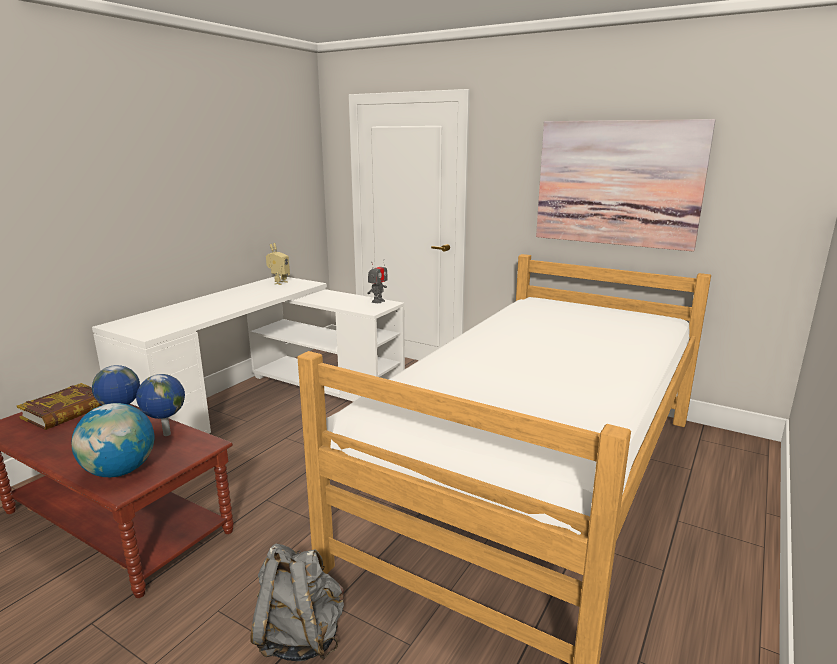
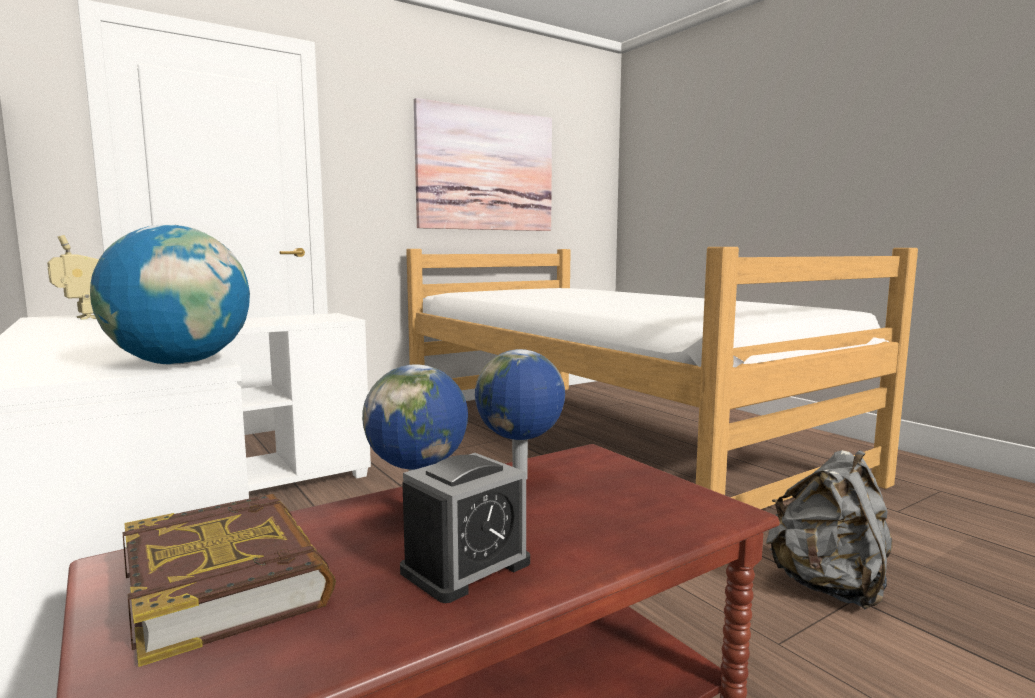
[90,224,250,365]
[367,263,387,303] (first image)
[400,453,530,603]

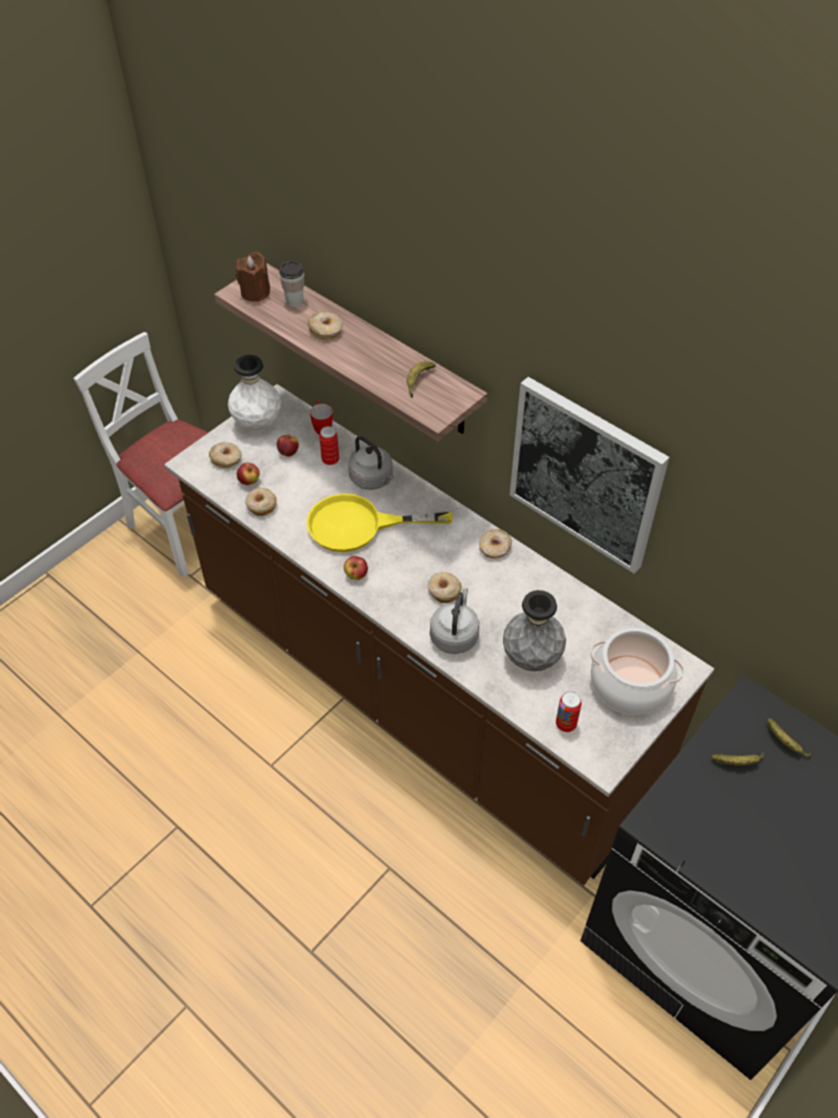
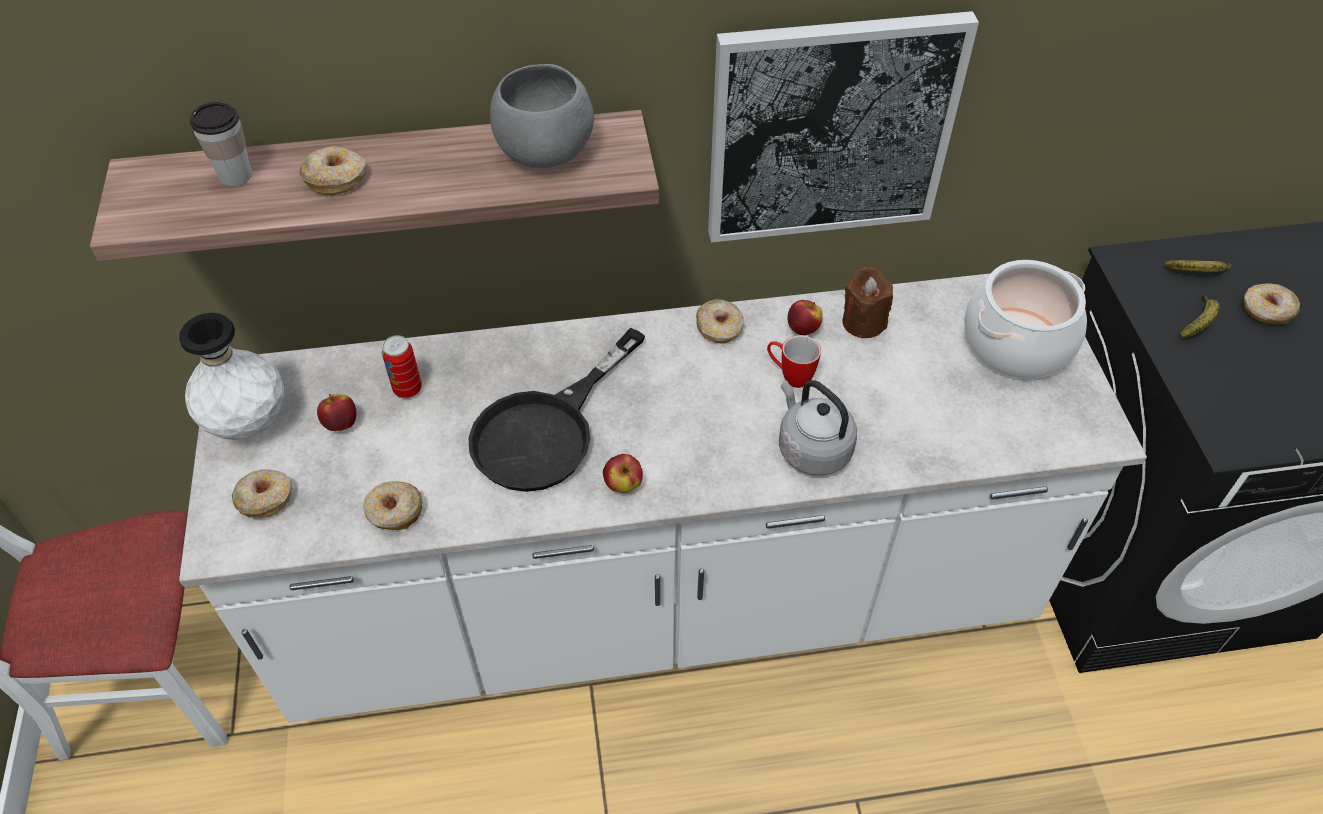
[179,273,1147,723]
[843,267,893,338]
[788,300,823,335]
[468,328,645,492]
[767,335,821,388]
[348,436,394,490] (first image)
[490,64,594,168]
[1244,283,1300,325]
[503,590,566,671] (first image)
[556,691,582,732] (first image)

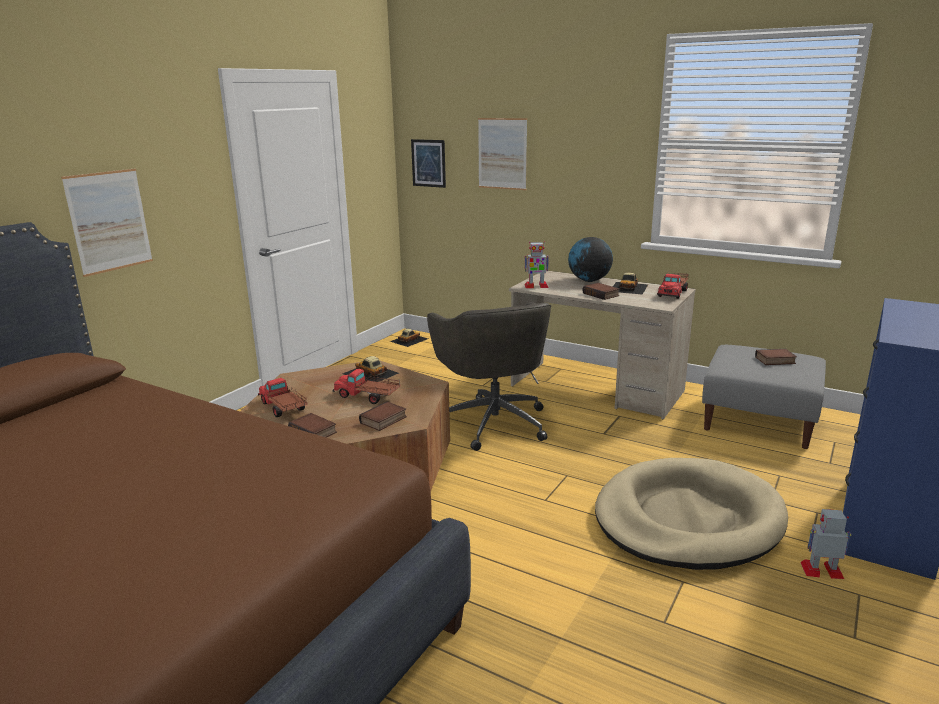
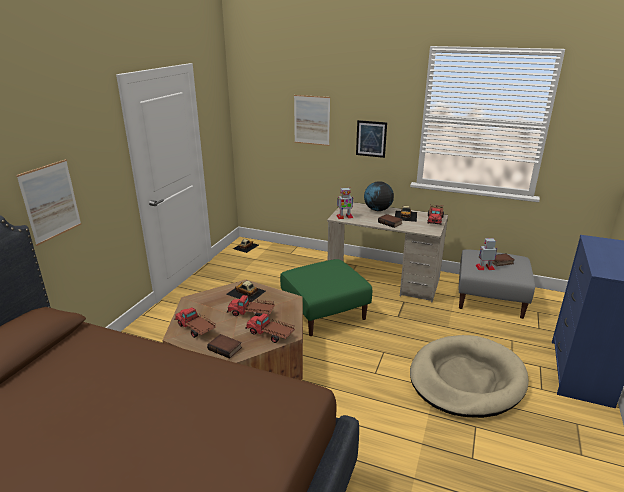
[245,313,295,343]
[356,120,387,158]
[280,259,372,336]
[475,238,498,270]

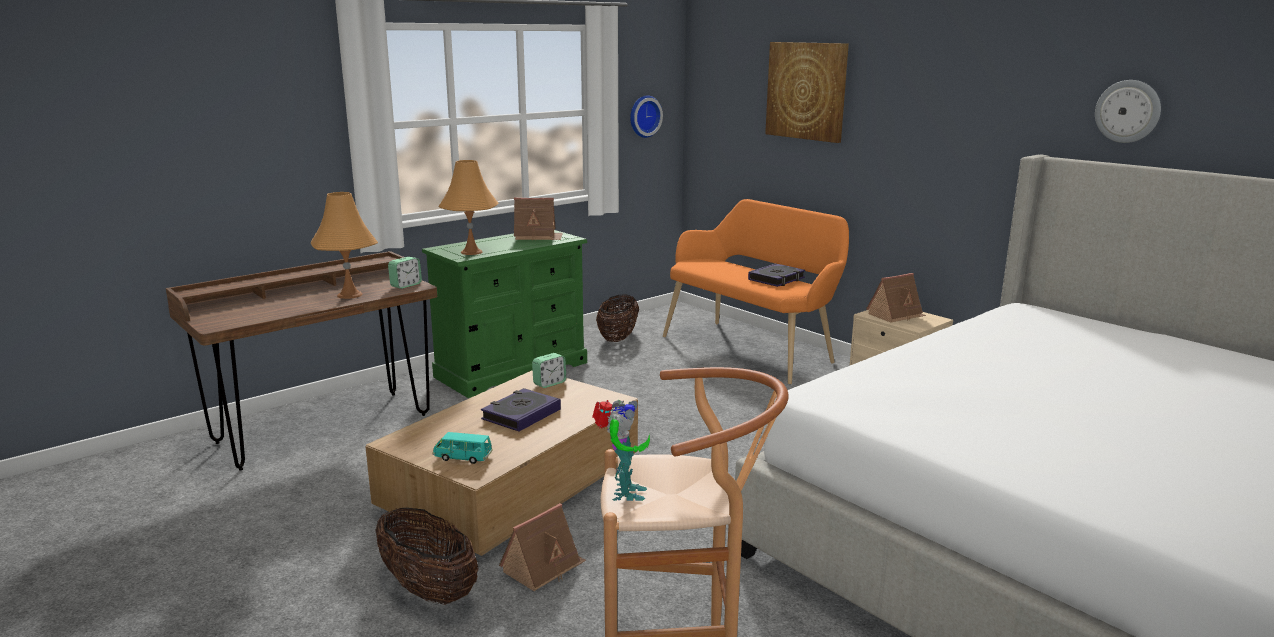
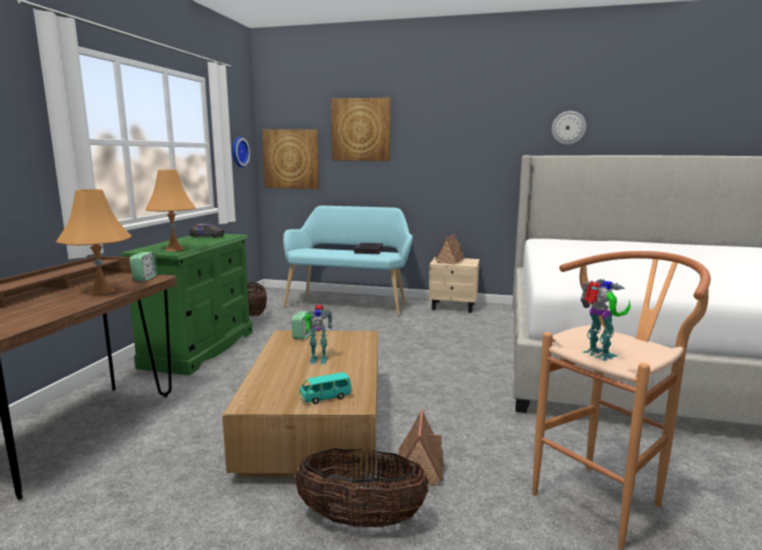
[304,304,332,364]
[189,224,224,238]
[283,206,413,317]
[262,129,319,189]

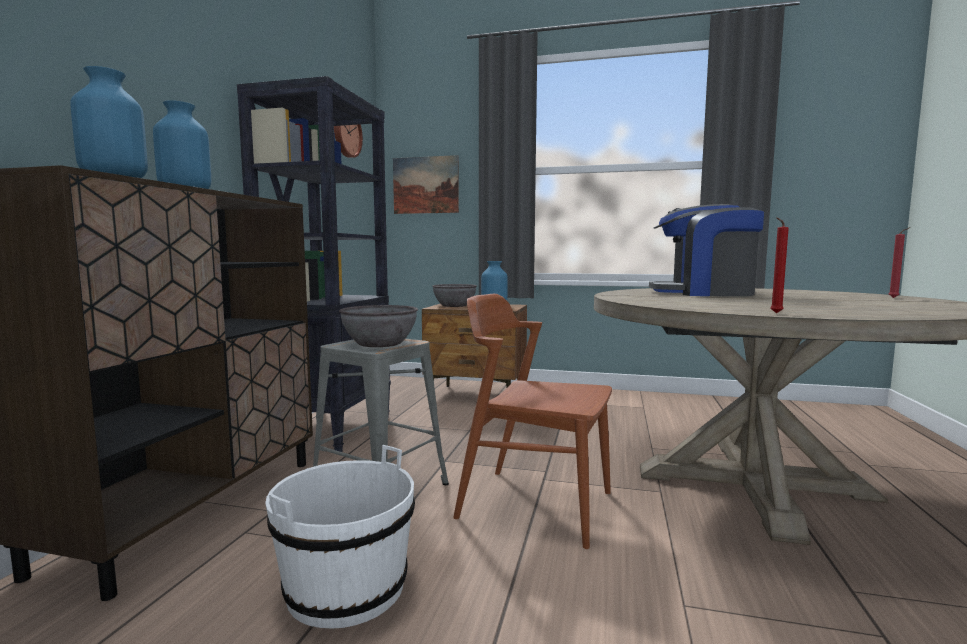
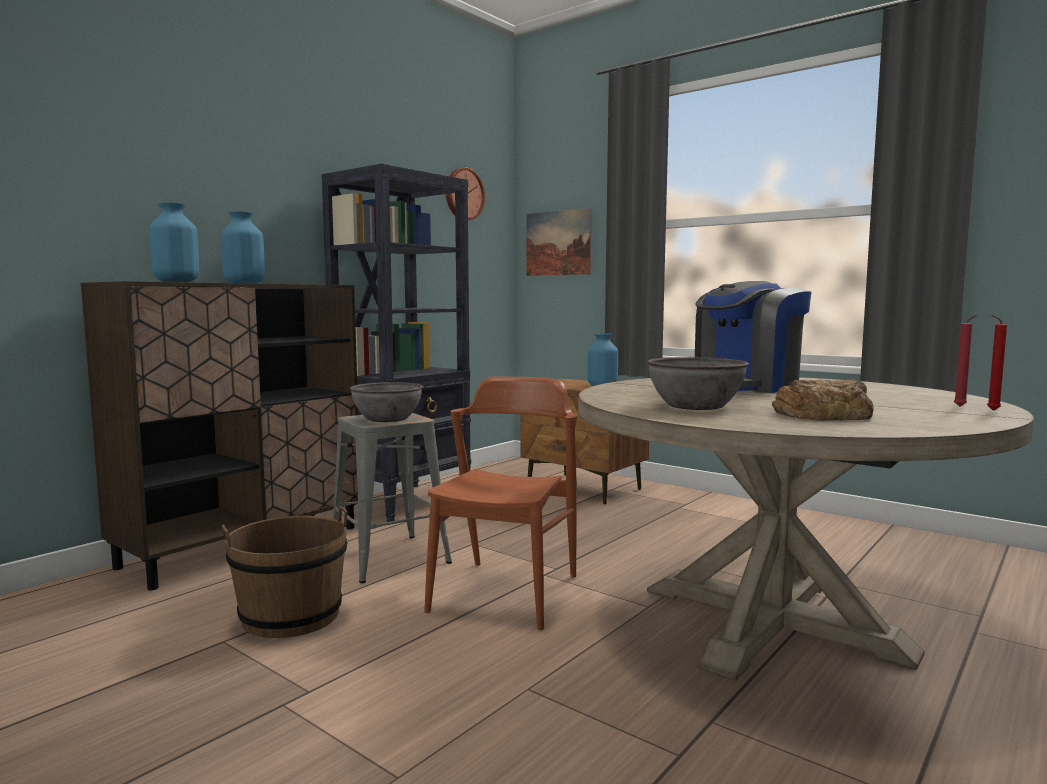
[222,506,348,638]
[647,357,749,410]
[424,376,577,630]
[695,281,811,393]
[987,315,1007,411]
[772,380,873,421]

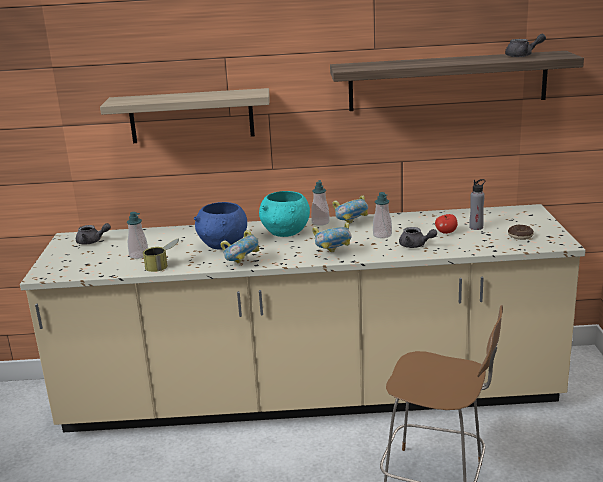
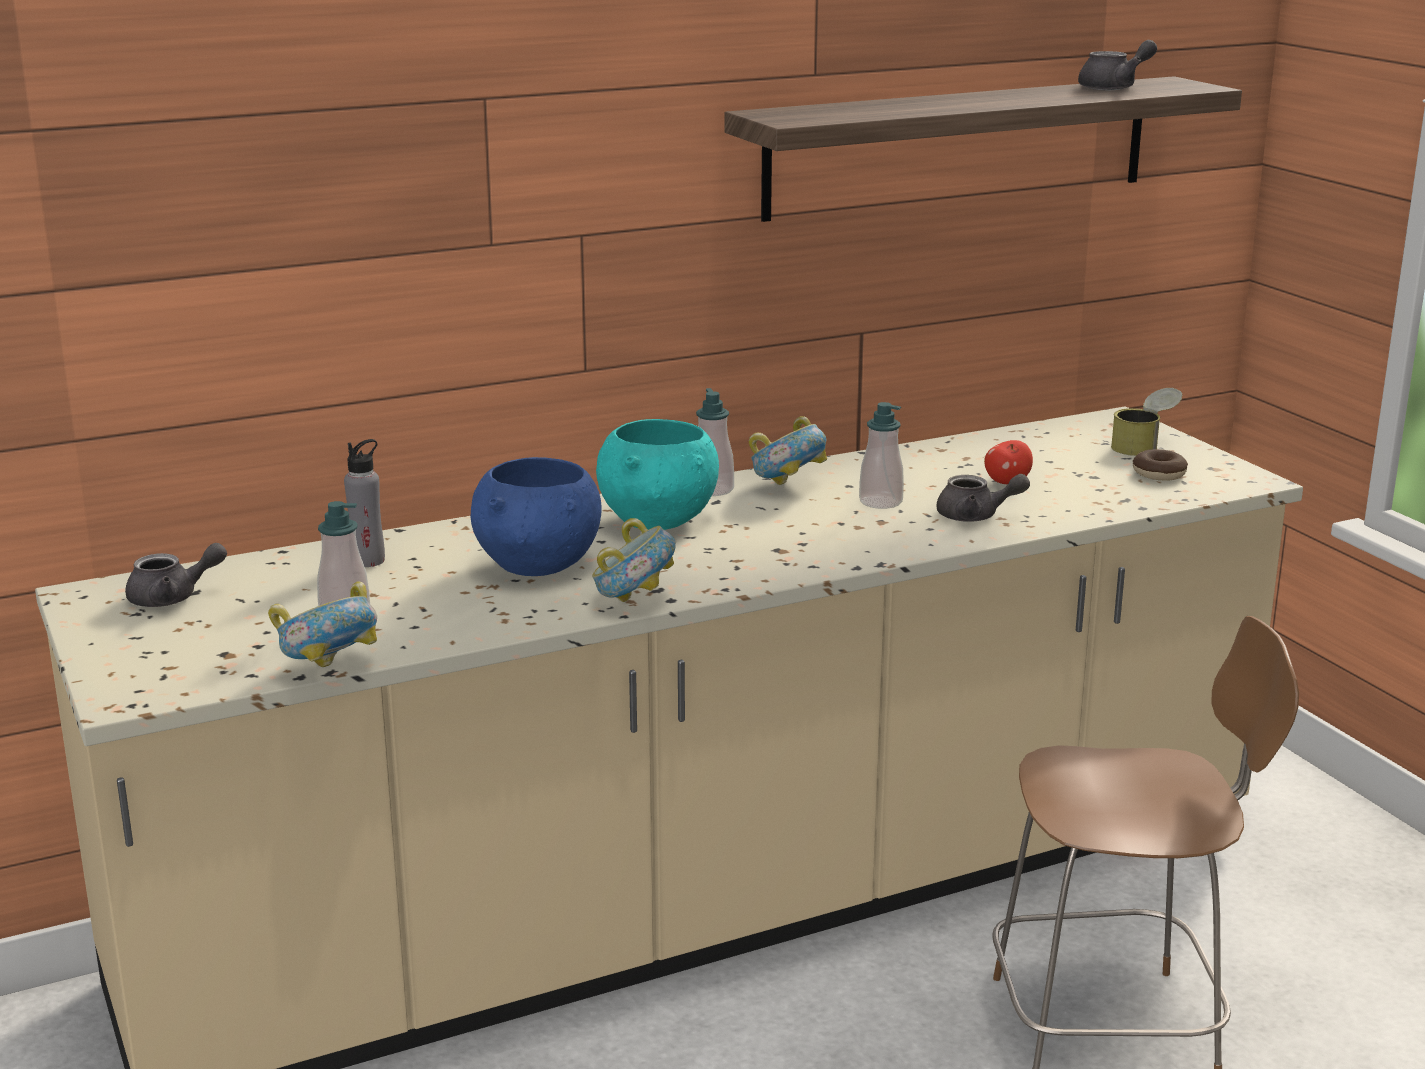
[100,88,270,143] (first image)
[1111,388,1182,456]
[268,582,377,667]
[344,439,385,567]

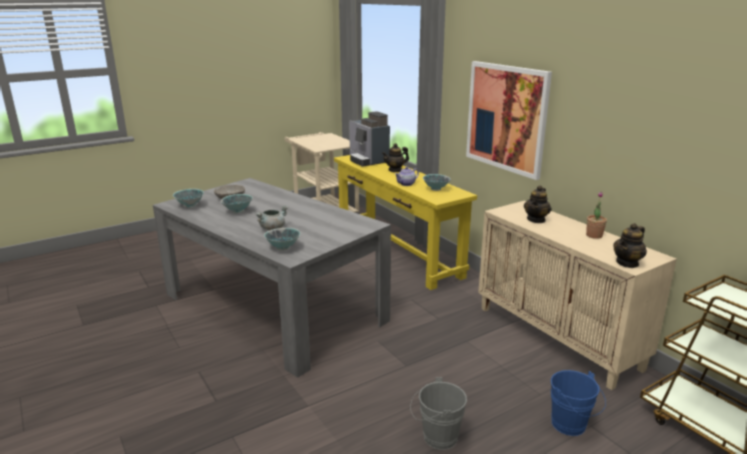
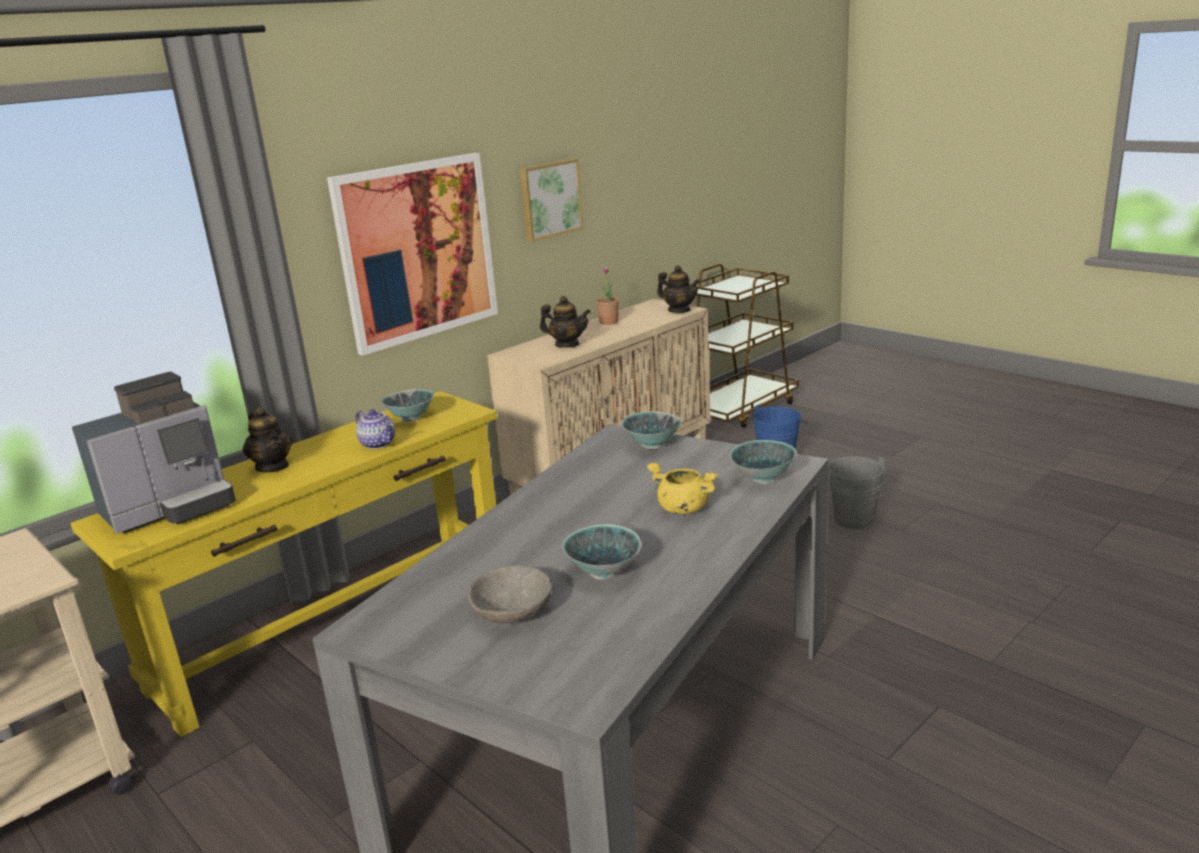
[621,411,682,449]
[647,462,718,515]
[520,159,584,242]

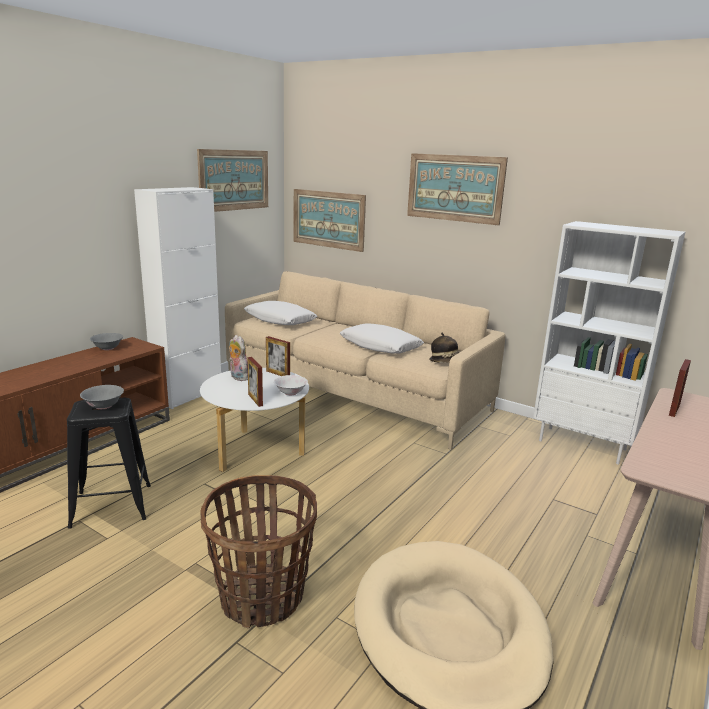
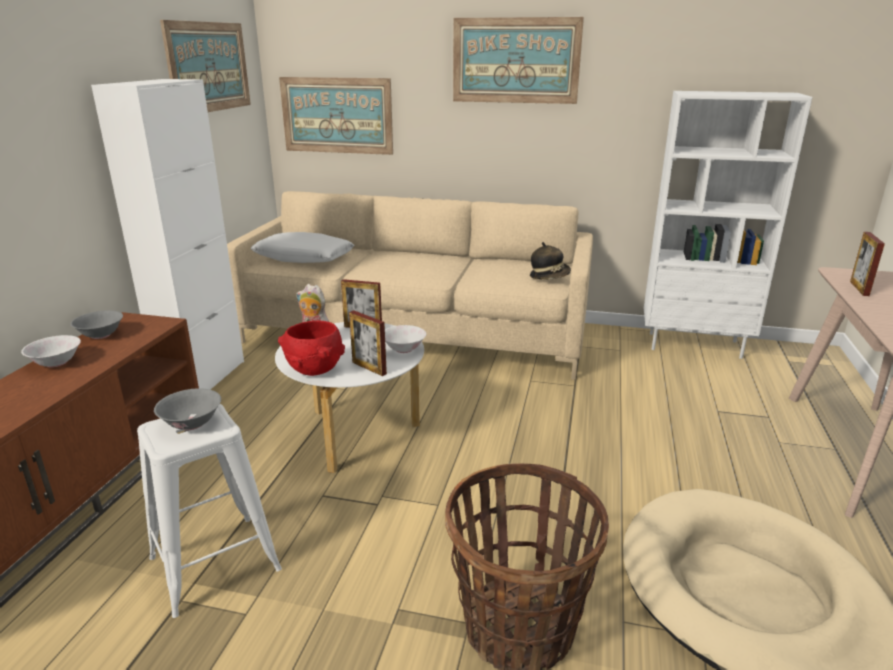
[137,404,282,618]
[340,324,424,354] (first image)
[21,335,81,367]
[278,321,345,376]

